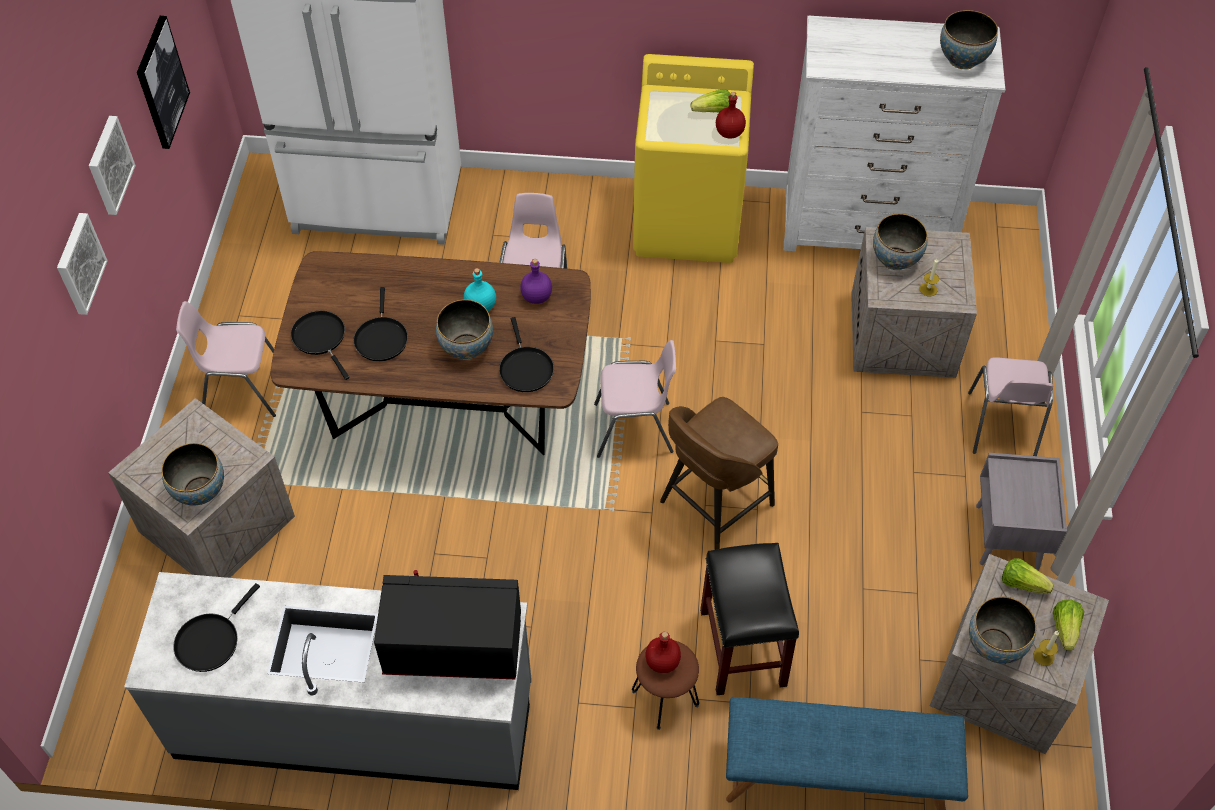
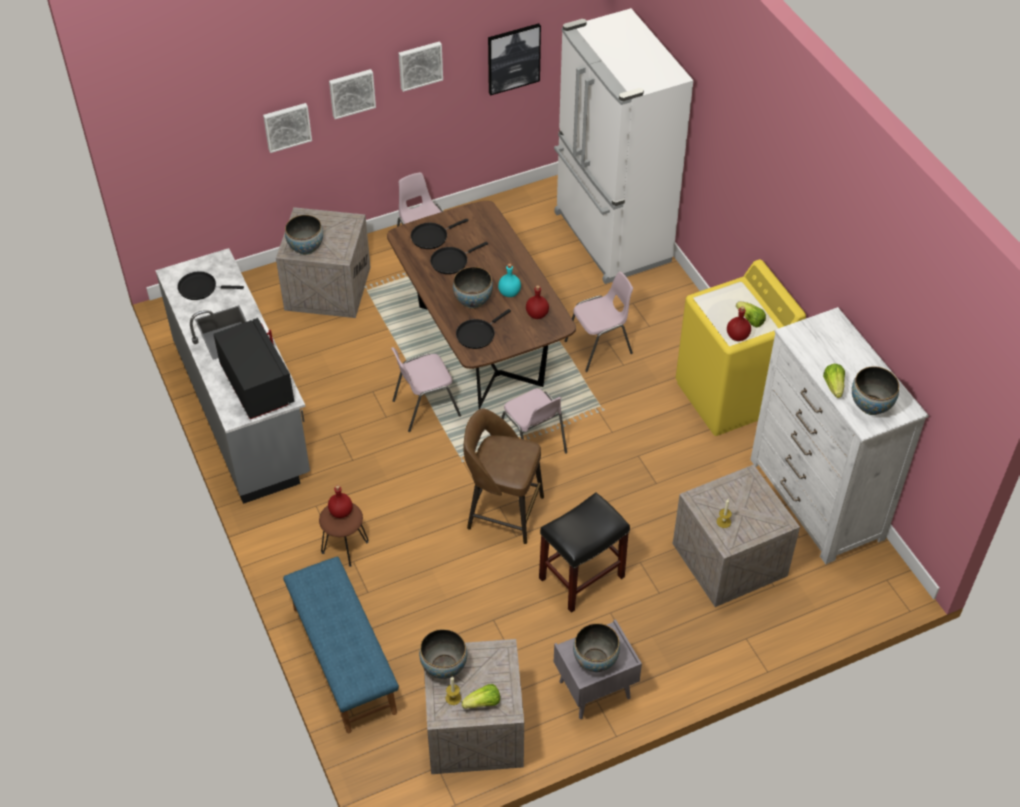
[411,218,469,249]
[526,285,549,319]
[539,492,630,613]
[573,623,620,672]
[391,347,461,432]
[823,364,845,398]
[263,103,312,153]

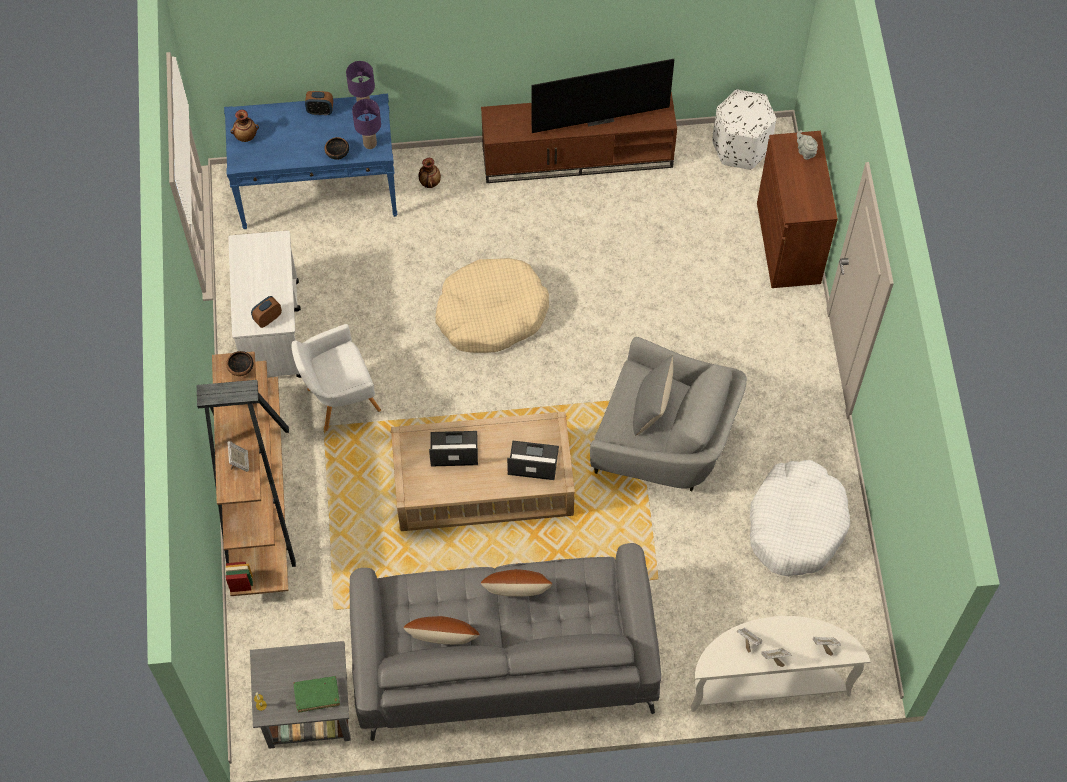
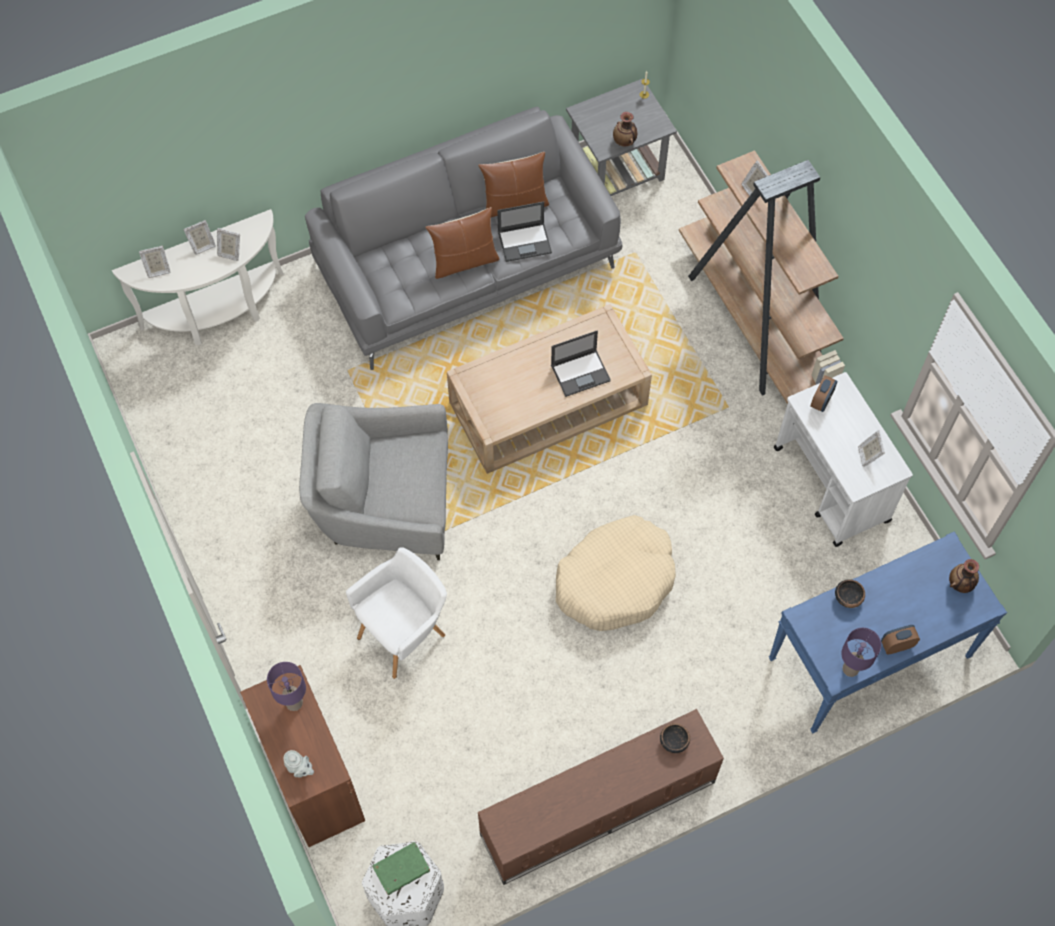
[660,723,690,753]
[346,547,447,679]
[372,842,430,895]
[267,662,306,711]
[613,112,637,146]
[497,201,552,262]
[532,59,674,133] (first image)
[633,355,673,436] (first image)
[750,460,850,576] (first image)
[858,430,885,467]

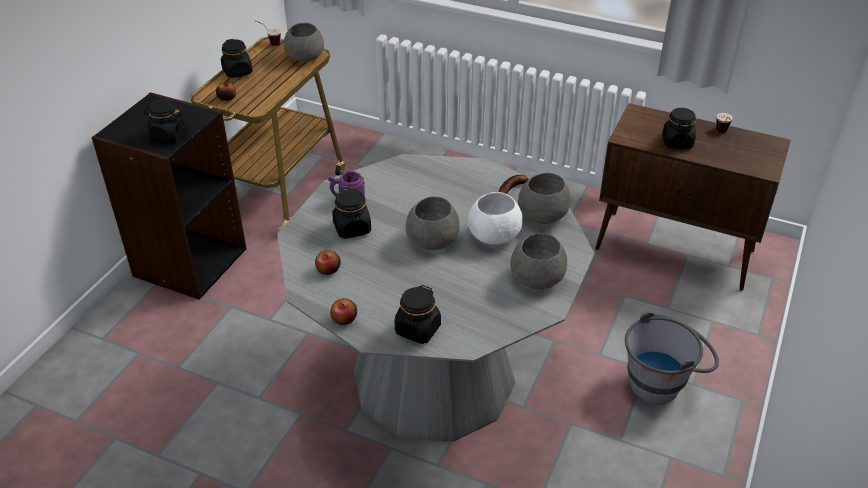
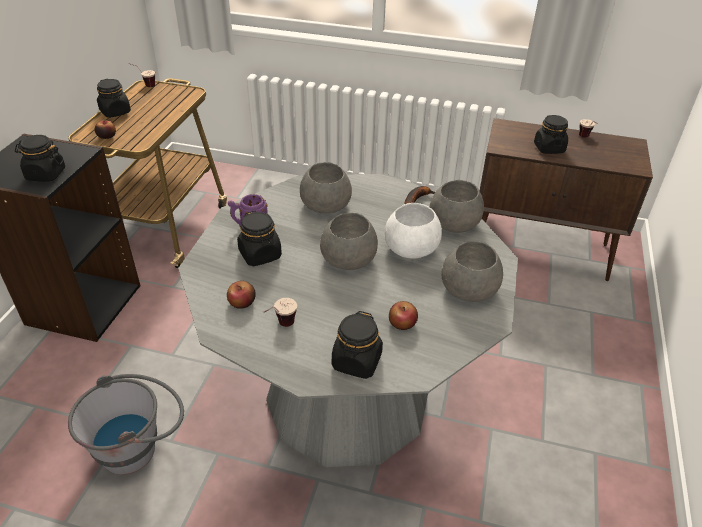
[300,162,352,213]
[389,301,418,330]
[68,374,184,475]
[263,298,297,327]

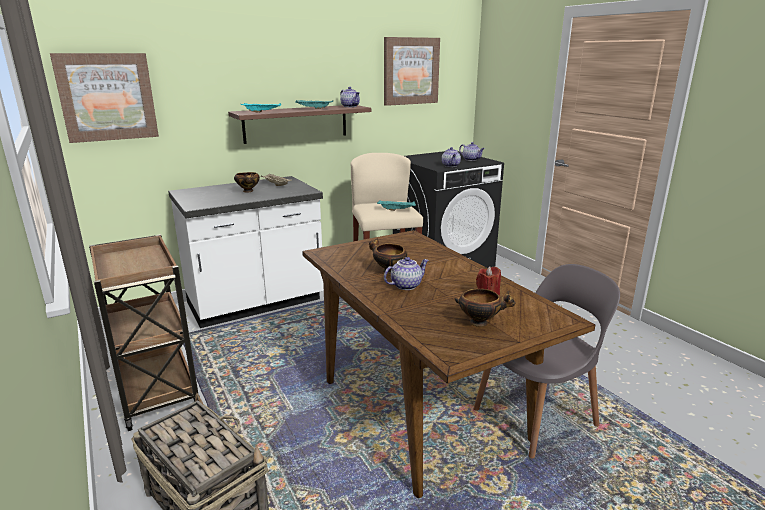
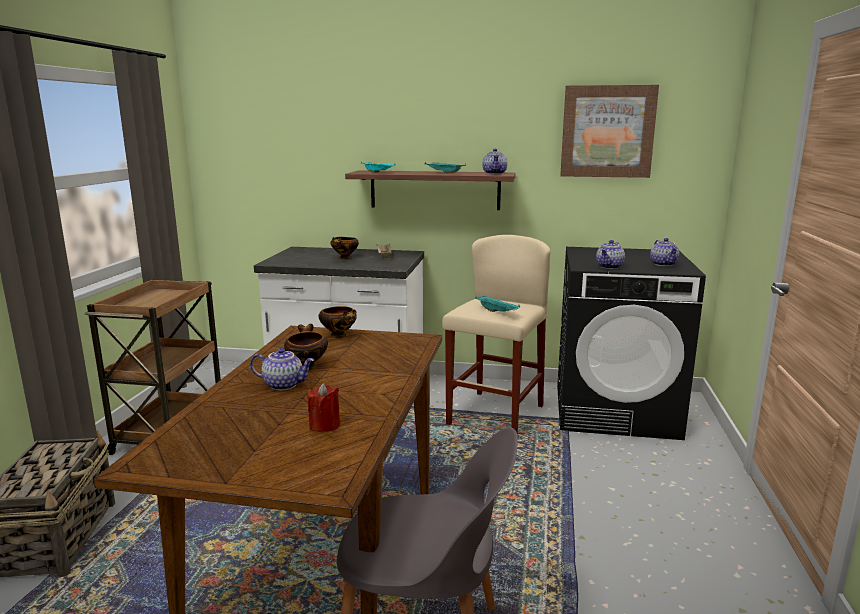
[50,53,159,143] (first image)
[319,306,357,338]

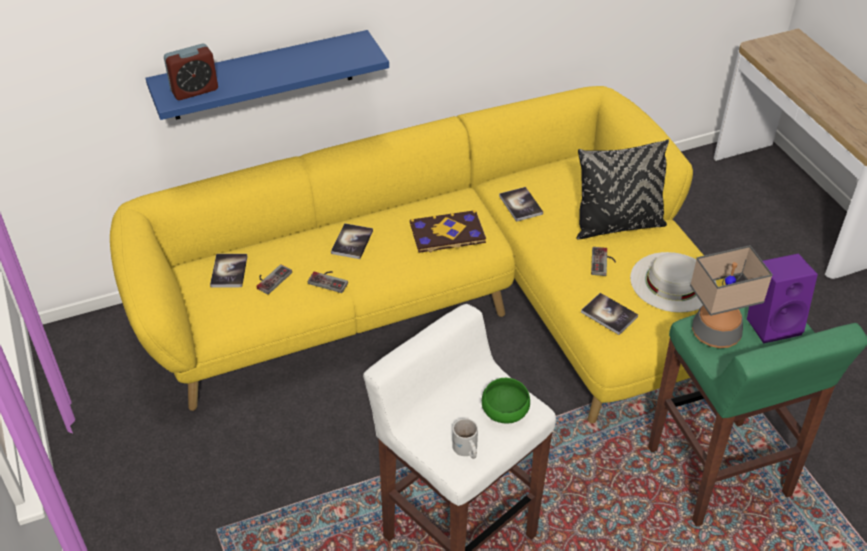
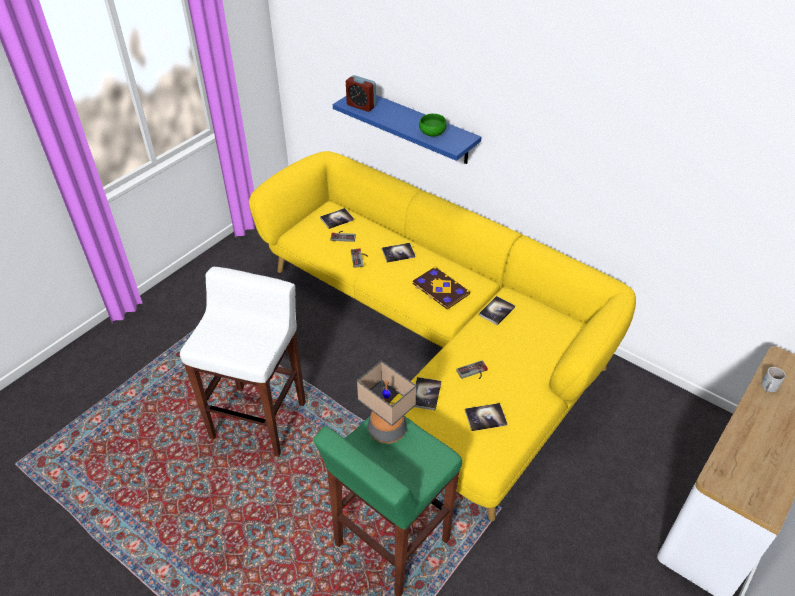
[761,367,786,393]
[419,114,447,137]
[576,140,669,240] (first image)
[465,403,507,431]
[747,253,818,343] (first image)

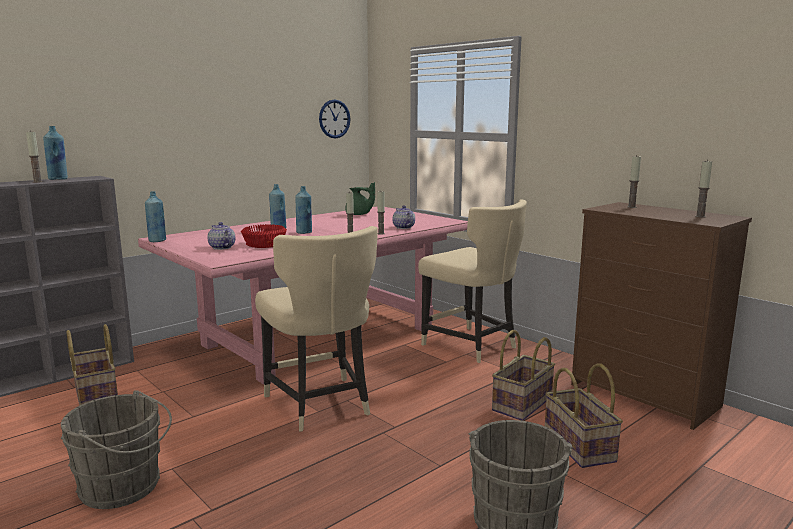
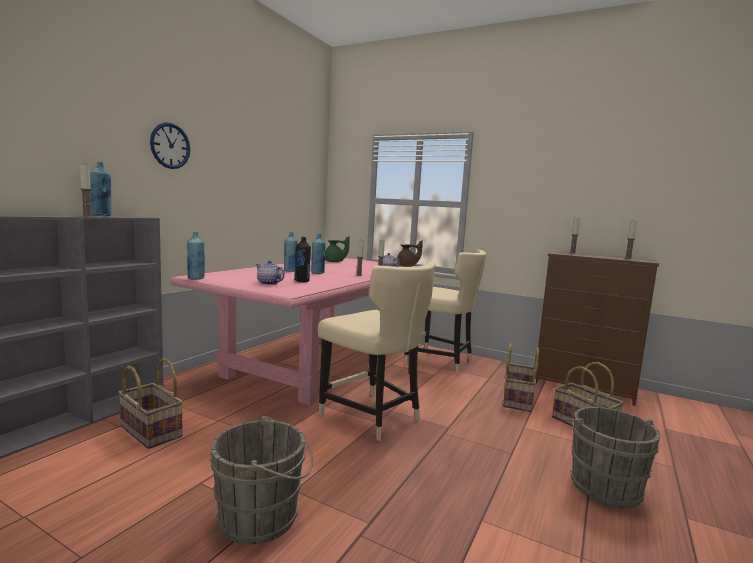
[294,237,311,282]
[150,123,190,169]
[396,240,423,267]

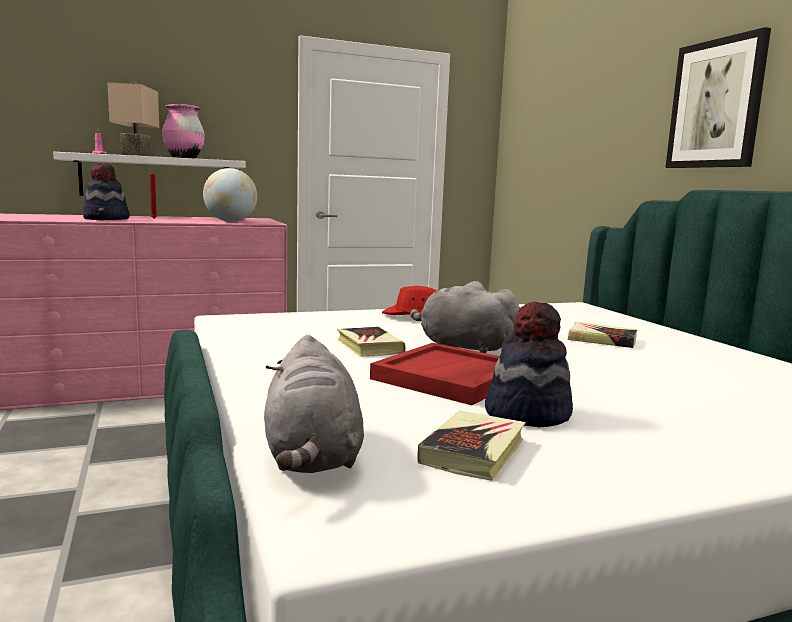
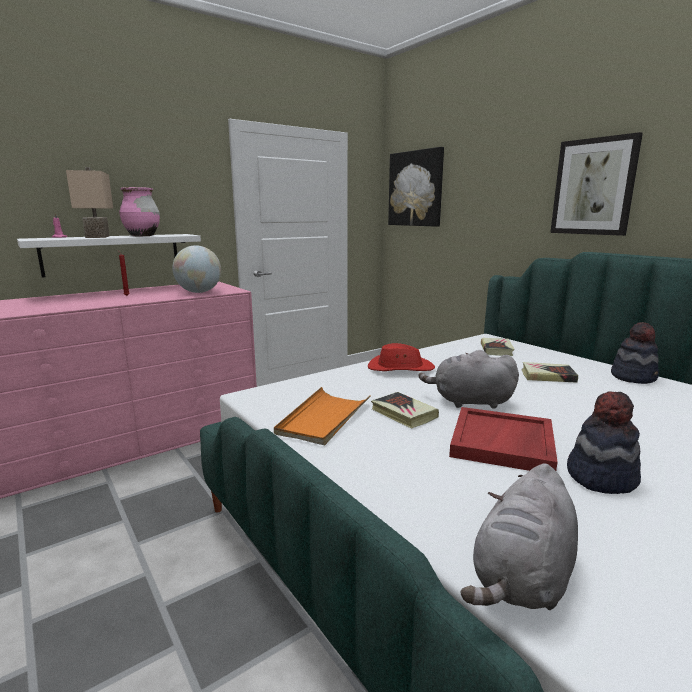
[611,322,659,384]
[461,463,578,610]
[481,338,515,356]
[274,387,371,445]
[388,147,444,227]

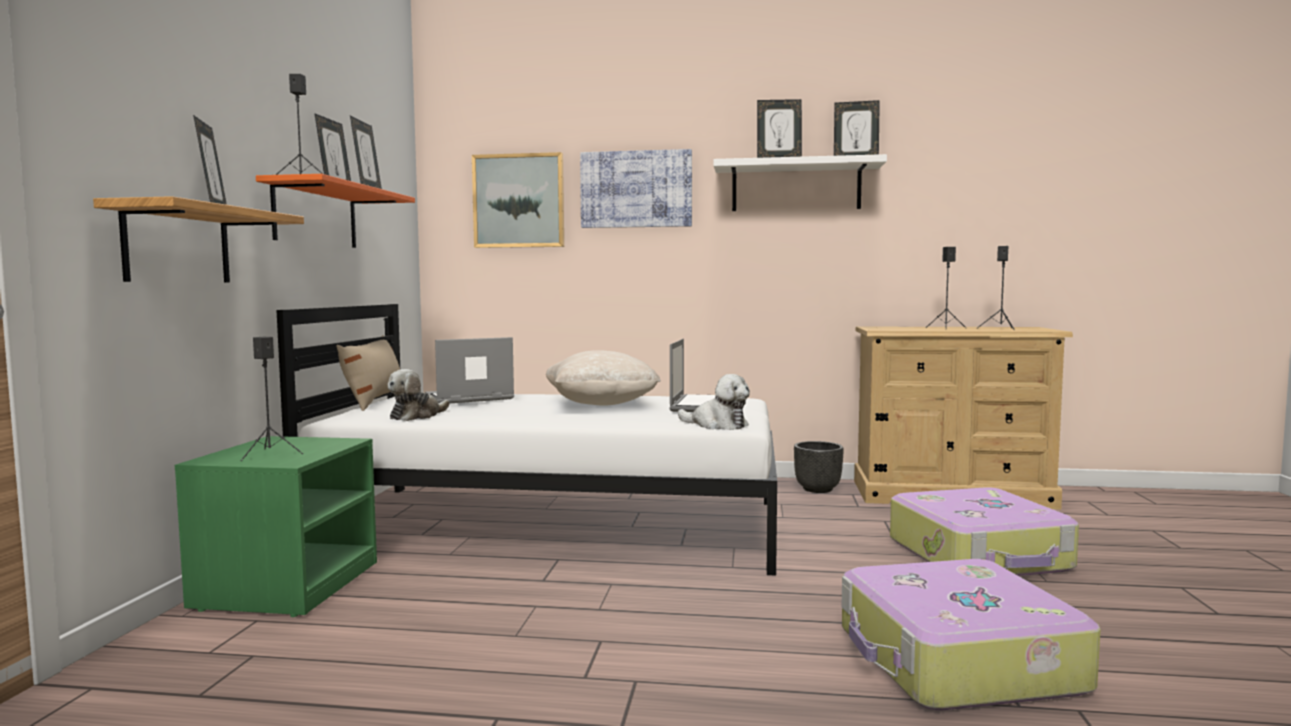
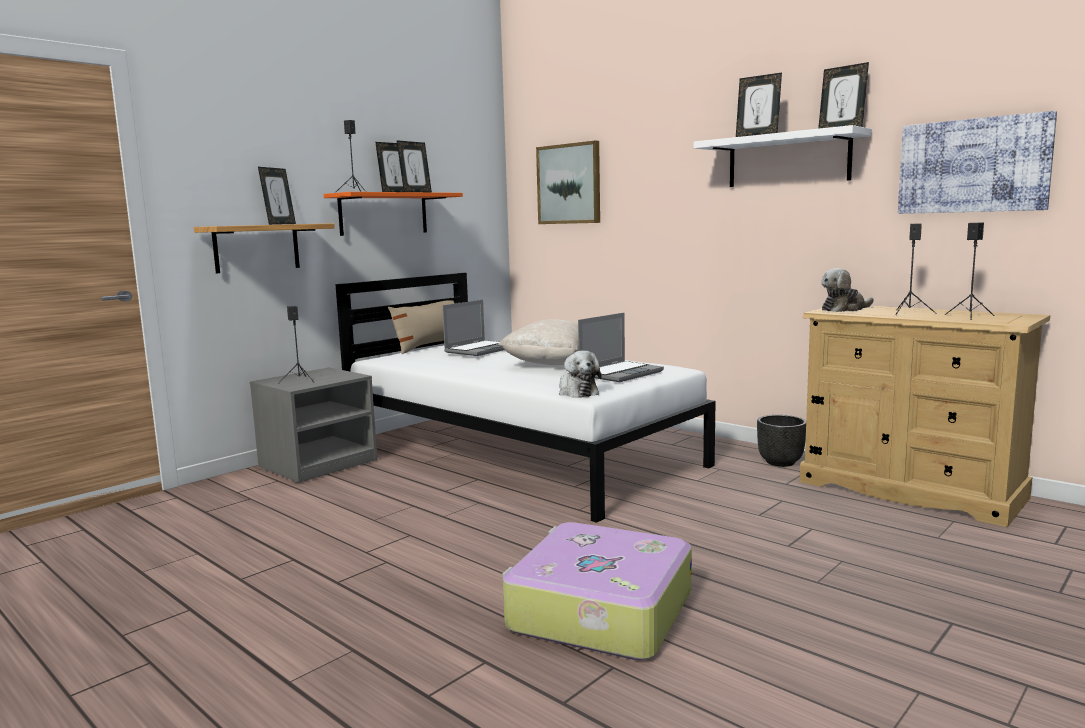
[250,368,377,483]
[821,268,874,312]
[442,300,504,356]
[898,111,1057,214]
[890,487,1079,576] (first image)

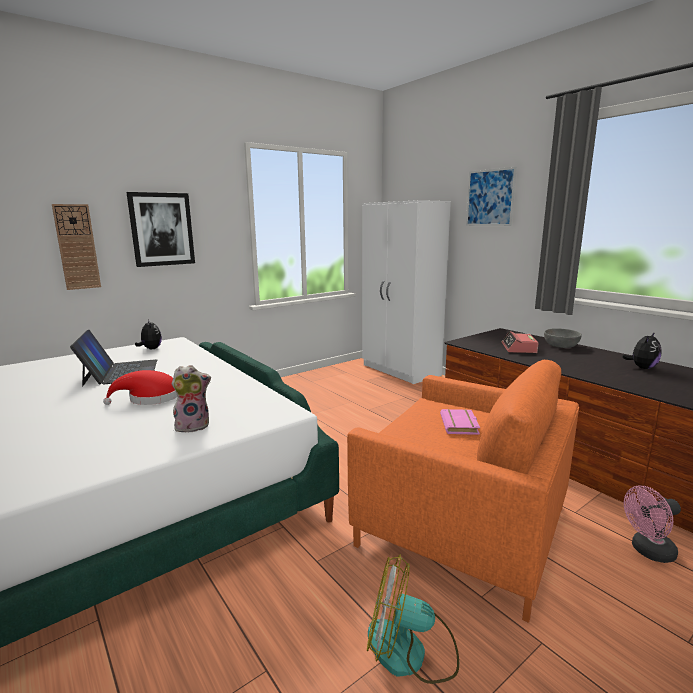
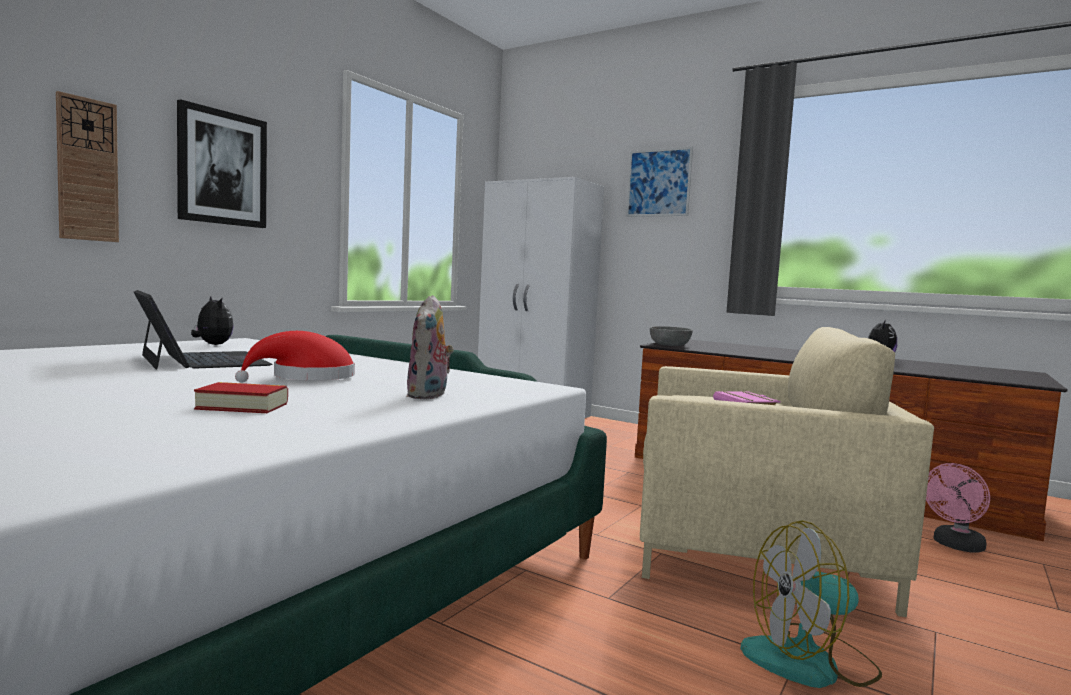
[406,295,454,399]
[640,327,934,617]
[502,331,539,353] (first image)
[650,326,693,346]
[194,382,288,413]

